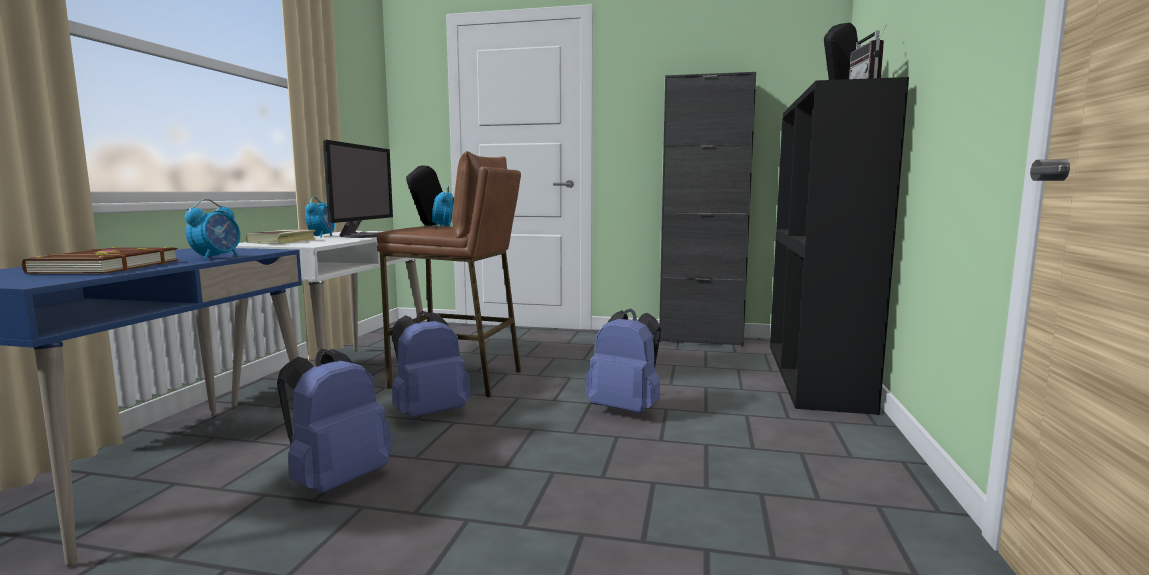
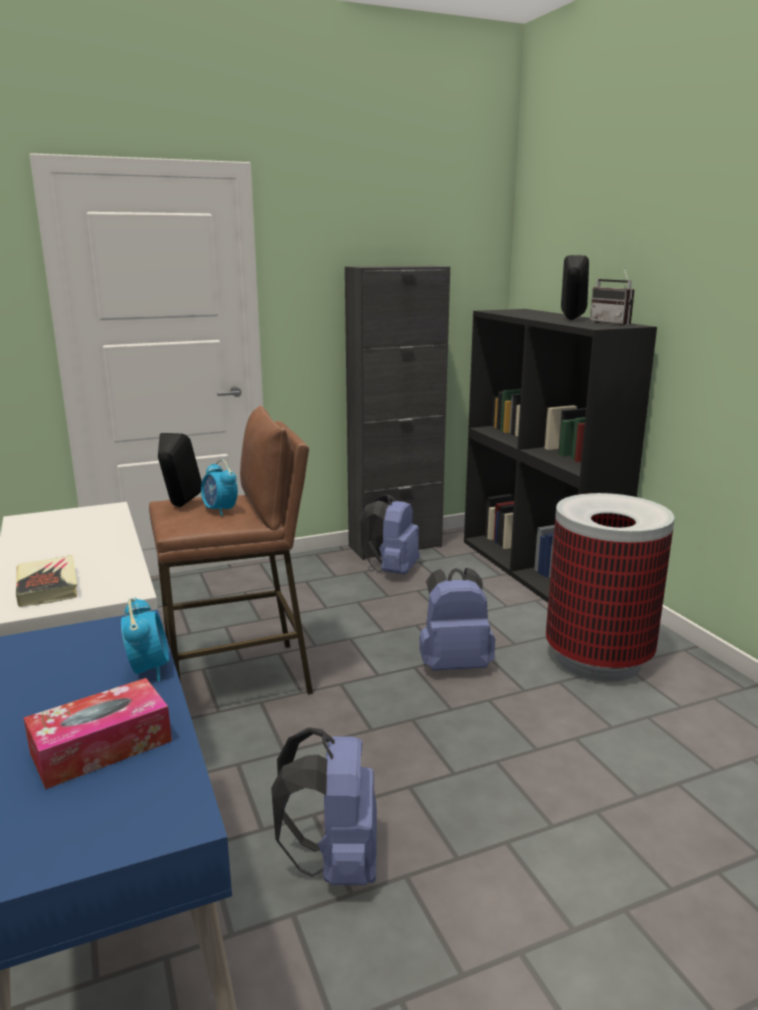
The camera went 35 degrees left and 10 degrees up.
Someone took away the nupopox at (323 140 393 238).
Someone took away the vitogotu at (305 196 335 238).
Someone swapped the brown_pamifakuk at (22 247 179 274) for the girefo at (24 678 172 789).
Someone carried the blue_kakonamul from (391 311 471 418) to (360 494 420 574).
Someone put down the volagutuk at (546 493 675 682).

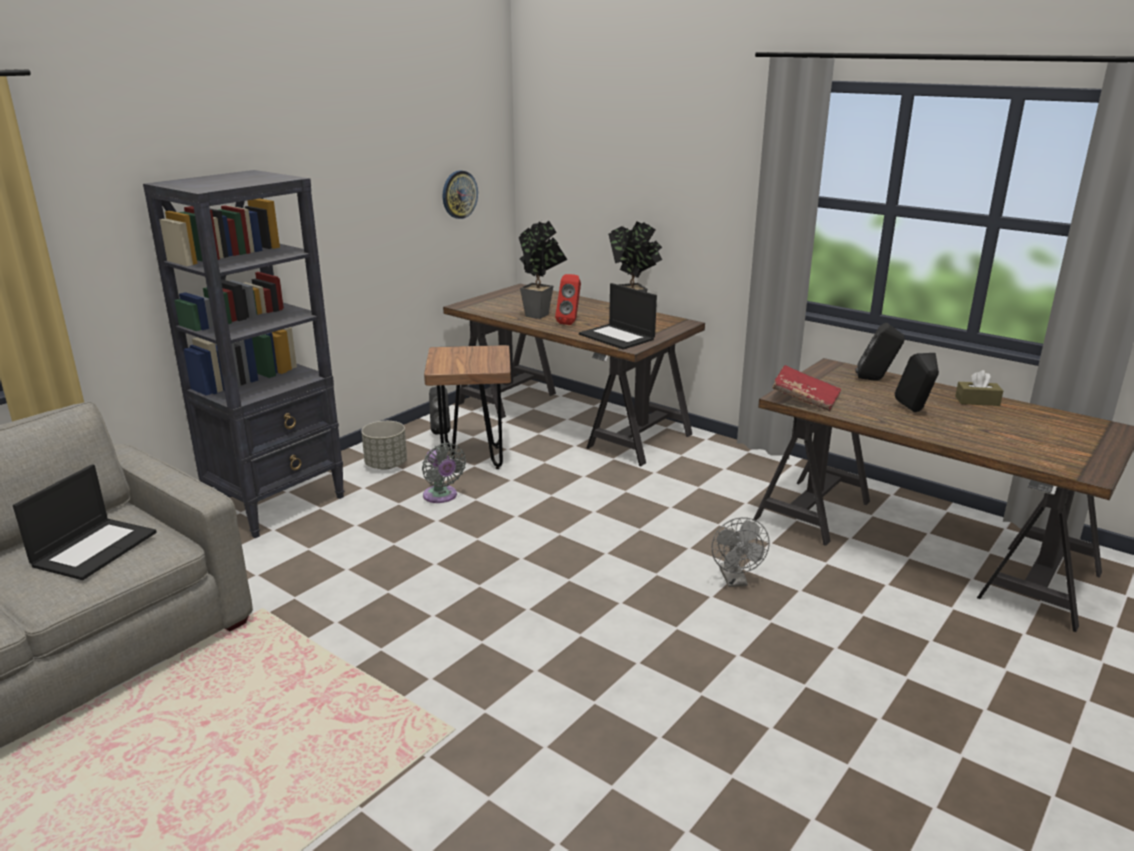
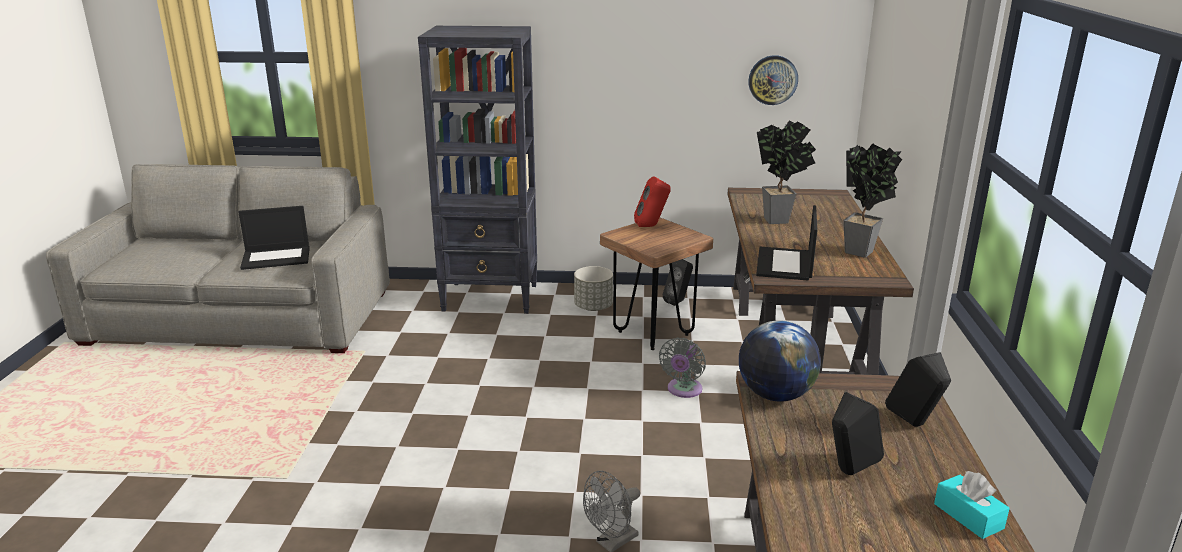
The camera went 55 degrees right and 0 degrees up.
Someone carried the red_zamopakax from (555 274 581 325) to (634 176 671 227).
Someone swapped the red_pamifakuk at (772 365 841 411) for the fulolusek at (739 320 821 402).
Someone repainted the brown_girefo at (955 370 1003 406), which became the turquoise_girefo at (934 471 1010 539).
Someone carried the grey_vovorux from (422 443 466 503) to (659 337 706 398).

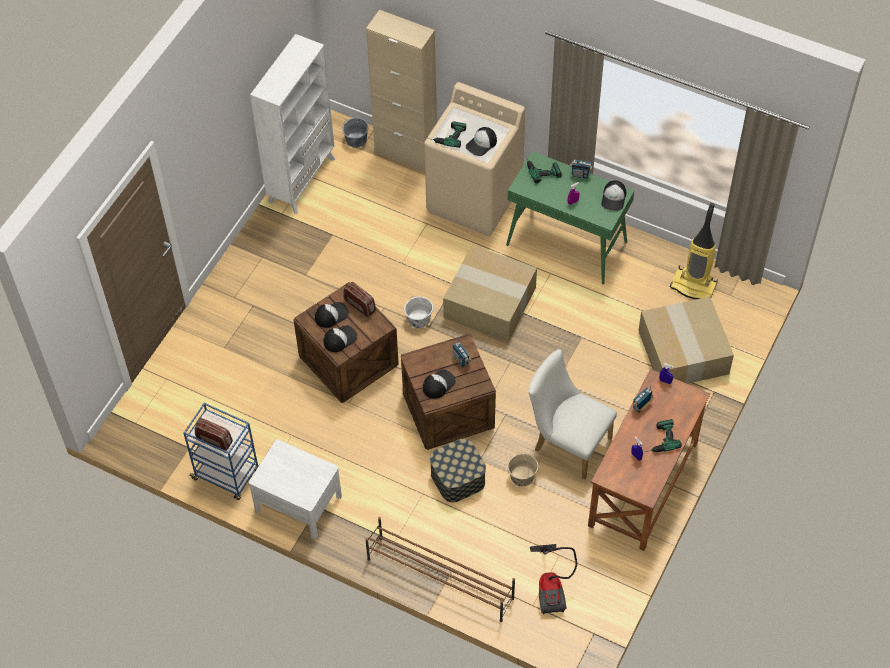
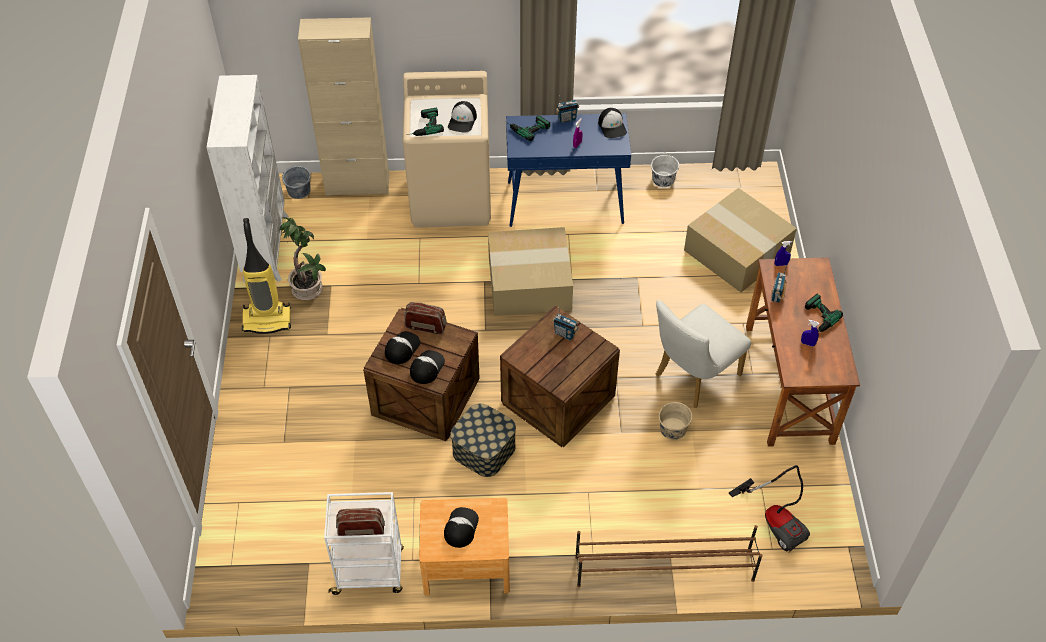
The camera went 30 degrees left and 5 degrees down.
Someone repainted the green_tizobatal at (506 151 635 284), which became the blue_tizobatal at (506 113 631 227).
Someone carried the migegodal from (670 203 718 299) to (242 218 291 334).
Someone carried the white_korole from (404 296 433 328) to (651 153 679 187).
Someone rotated the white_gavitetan at (528 349 617 480) by 45 degrees counterclockwise.
Someone carried the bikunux from (423 369 456 399) to (444 507 479 548).
Someone repainted the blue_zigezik at (183 403 259 500), which became the white_zigezik at (324 492 404 595).
Someone repainted the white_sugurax at (249 439 342 539), which became the brown_sugurax at (419 498 510 596).
Someone carried the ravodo from (430 439 486 502) to (451 404 516 477).
Someone put down the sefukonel at (279 217 326 300).

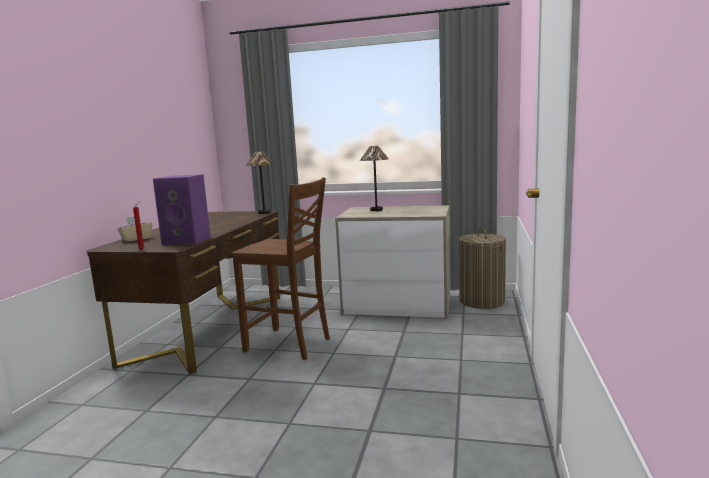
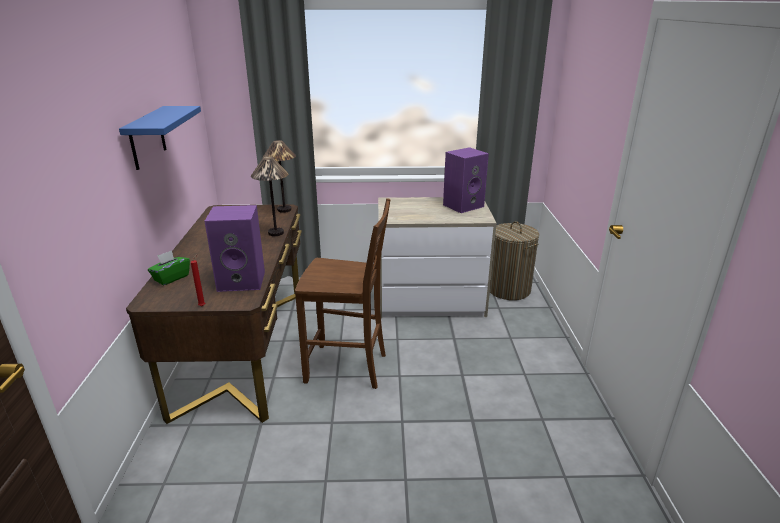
The camera went 15 degrees left and 15 degrees up.
Someone carried the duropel from (360 146 389 211) to (251 157 288 236).
Someone repainted the beige_girefo at (118 216 152 242), which became the green_girefo at (148 250 190 285).
Someone put up the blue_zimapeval at (119 106 201 170).
Someone put down the purple_zamopakax at (443 147 489 213).

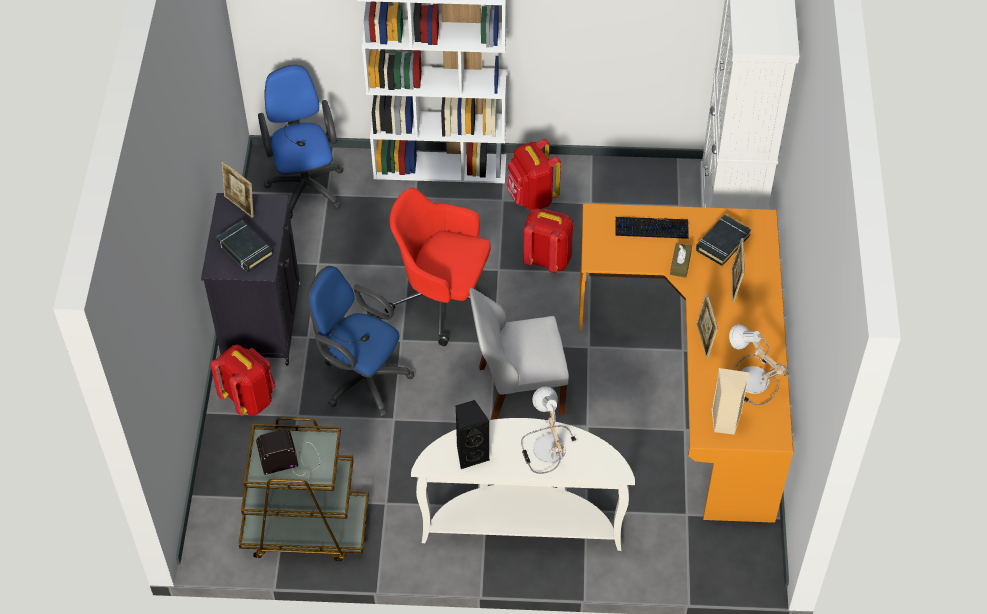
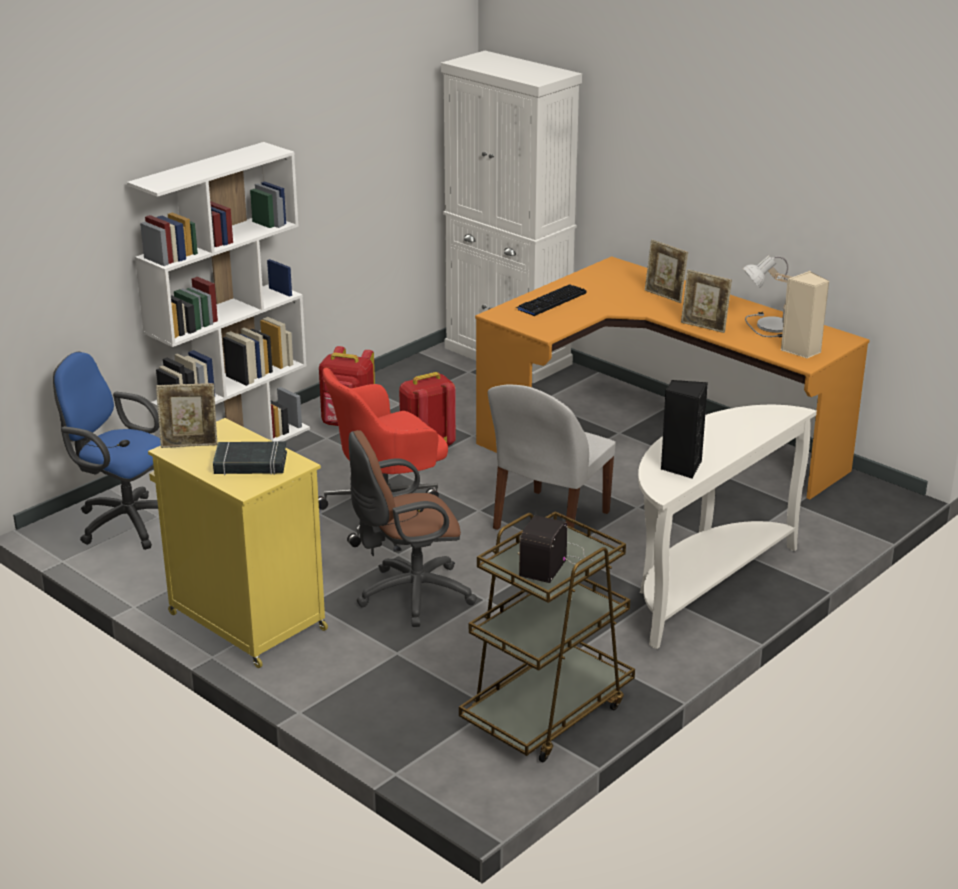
The camera went 50 degrees left and 25 degrees down.
Someone repainted the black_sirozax at (201 193 300 366), which became the yellow_sirozax at (148 418 328 668).
Someone took away the black_pamifakuk at (696 215 751 266).
Someone took away the brown_girefo at (670 243 692 278).
Someone repainted the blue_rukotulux at (308 266 414 417), which became the brown_rukotulux at (349 430 477 627).
Someone took away the red_kakonamul at (210 344 275 416).
Someone took away the duropel at (521 386 576 474).

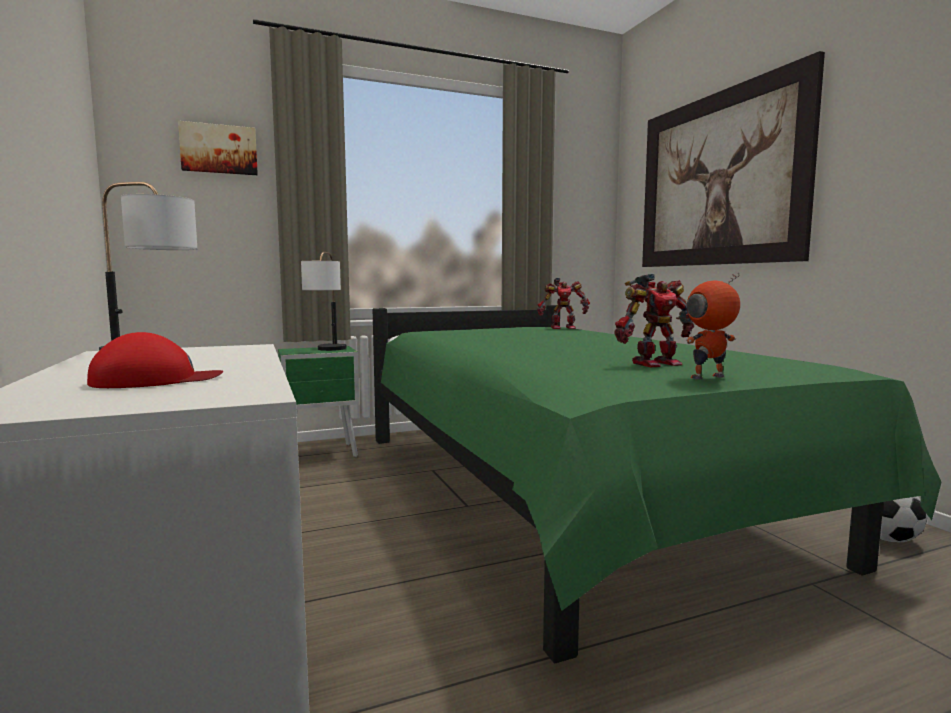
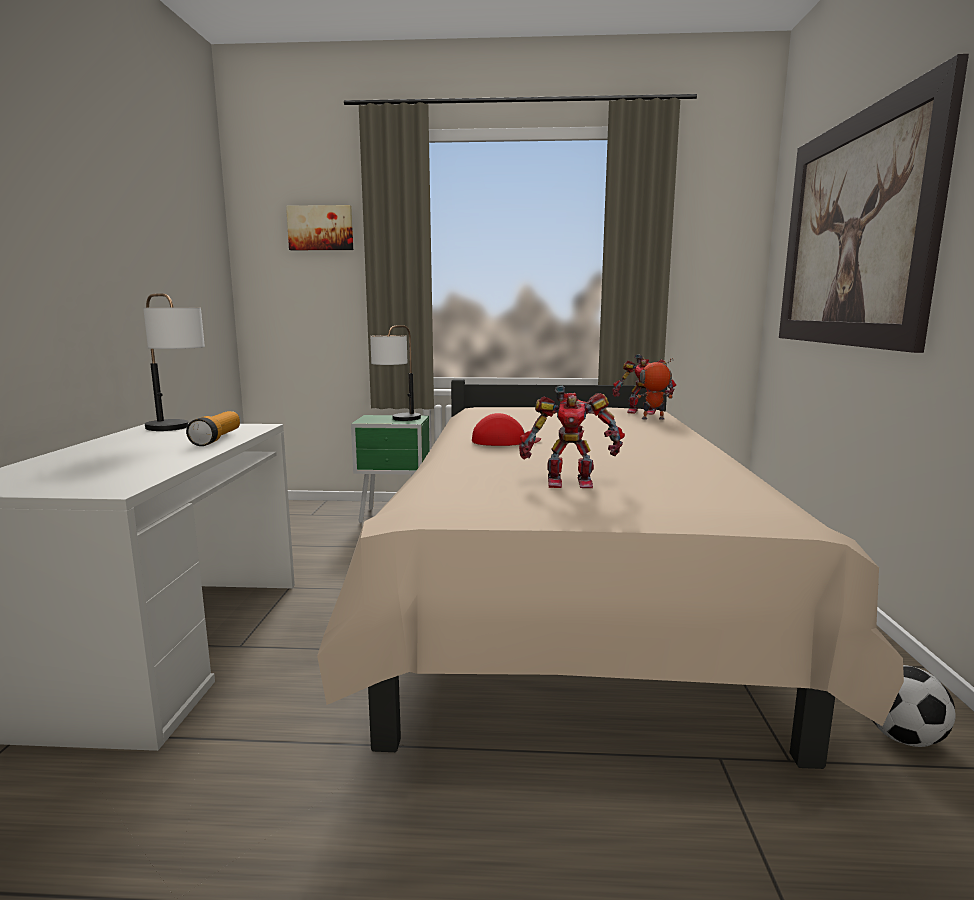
The camera went 25 degrees right and 5 degrees up.
Someone carried the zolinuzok from (686 273 740 379) to (637 358 673 420).
Someone repainted the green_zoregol at (373 305 941 664), which became the beige_zoregol at (317 379 904 769).
Someone carried the red_bikunux from (87 332 223 388) to (472 413 541 446).
Someone put down the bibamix at (186 411 240 446).

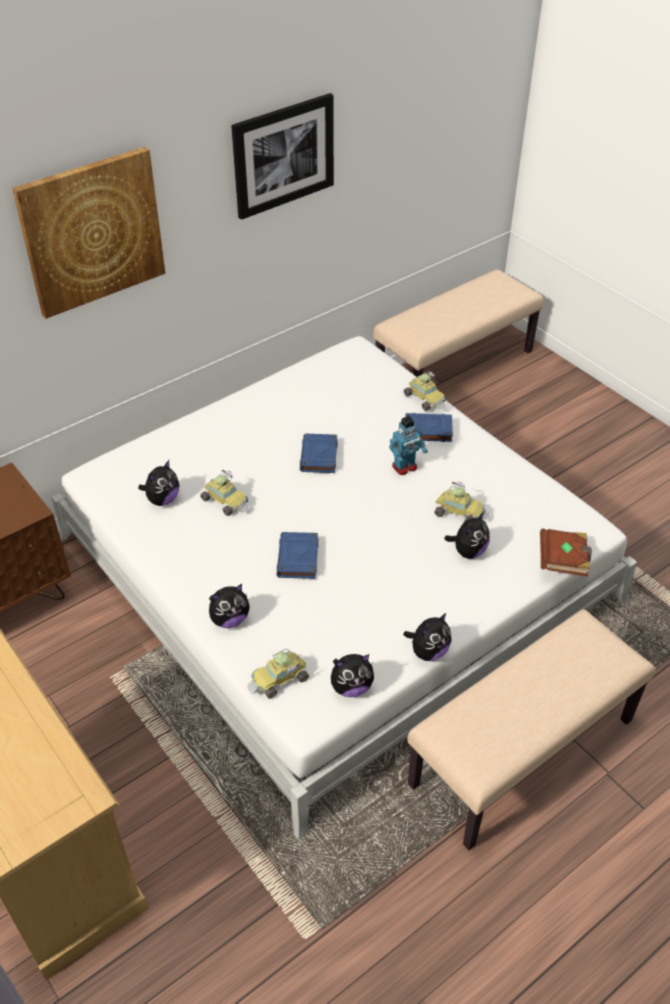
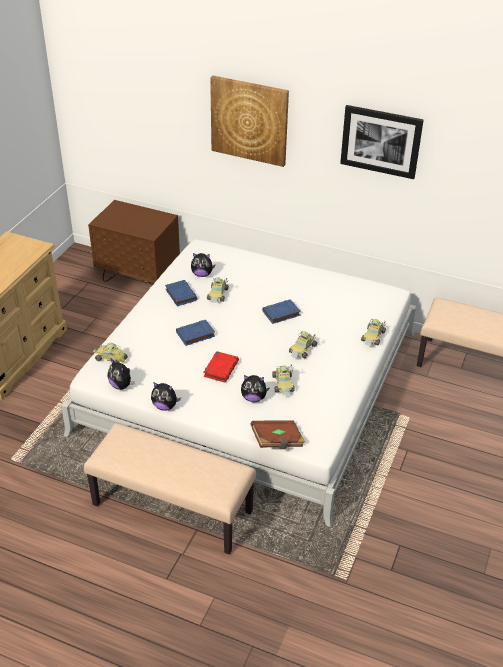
The camera went 60 degrees right and 5 degrees down.
Someone carried the blue_pamifakuk from (406 413 453 442) to (165 280 198 306).
Someone swapped the zolinuzok at (389 416 428 475) for the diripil at (289 331 317 358).
Someone took away the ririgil at (209 584 250 628).
Someone put down the red_pamifakuk at (203 351 239 382).

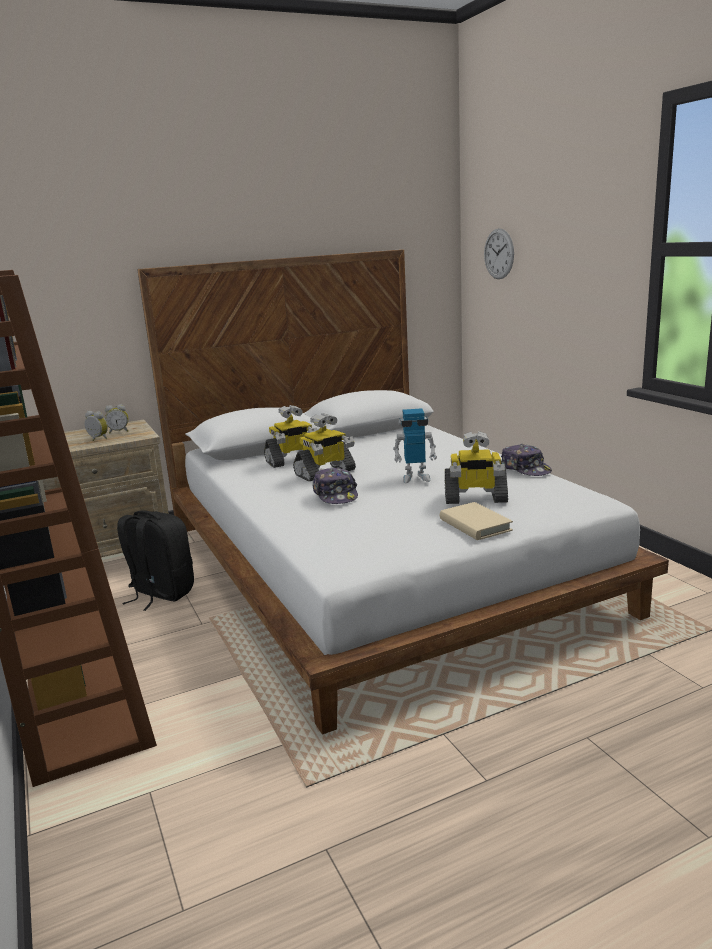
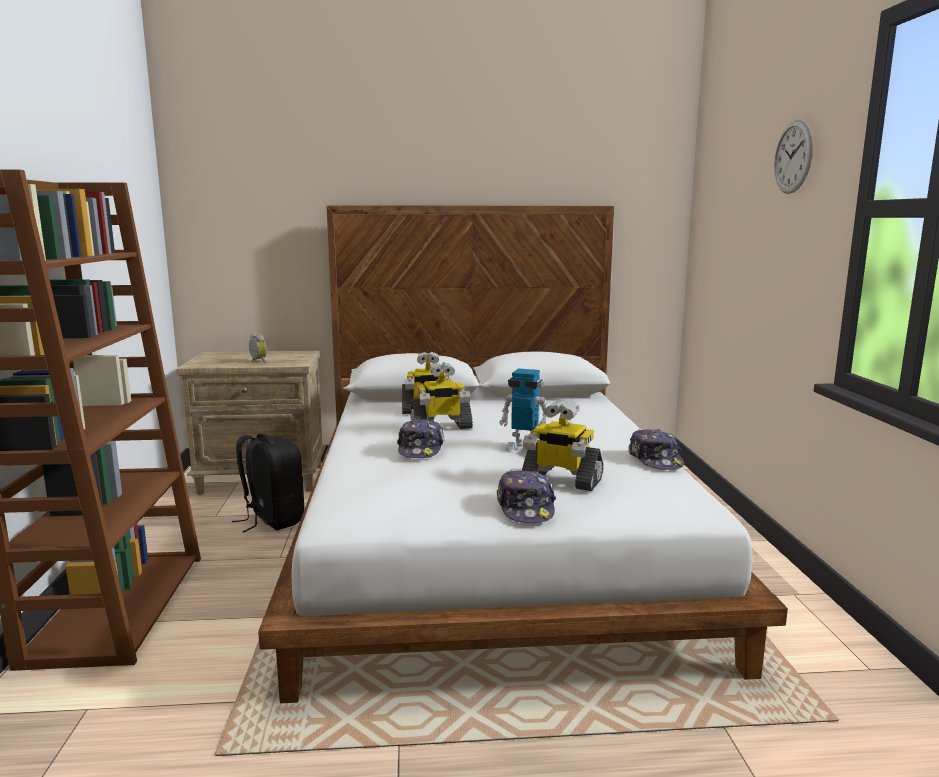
The camera went 20 degrees right and 5 degrees down.
Someone carried the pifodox from (484 228 514 279) to (774 120 813 194).
Someone took away the vitogotu at (105 404 129 433).
Someone swapped the beige_pamifakuk at (440 502 513 540) for the bikunux at (497 470 556 523).

